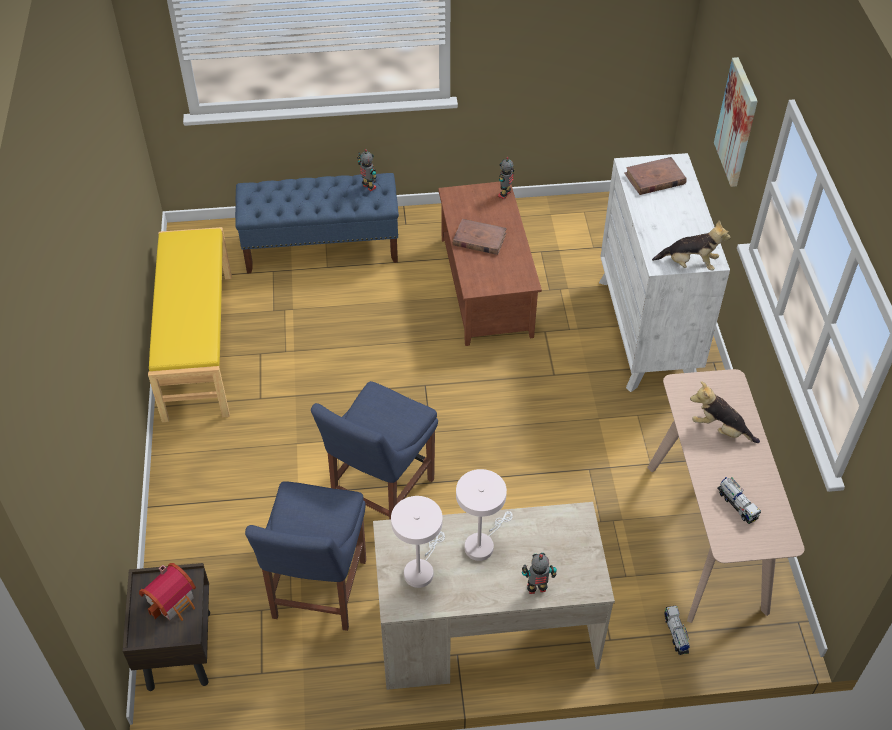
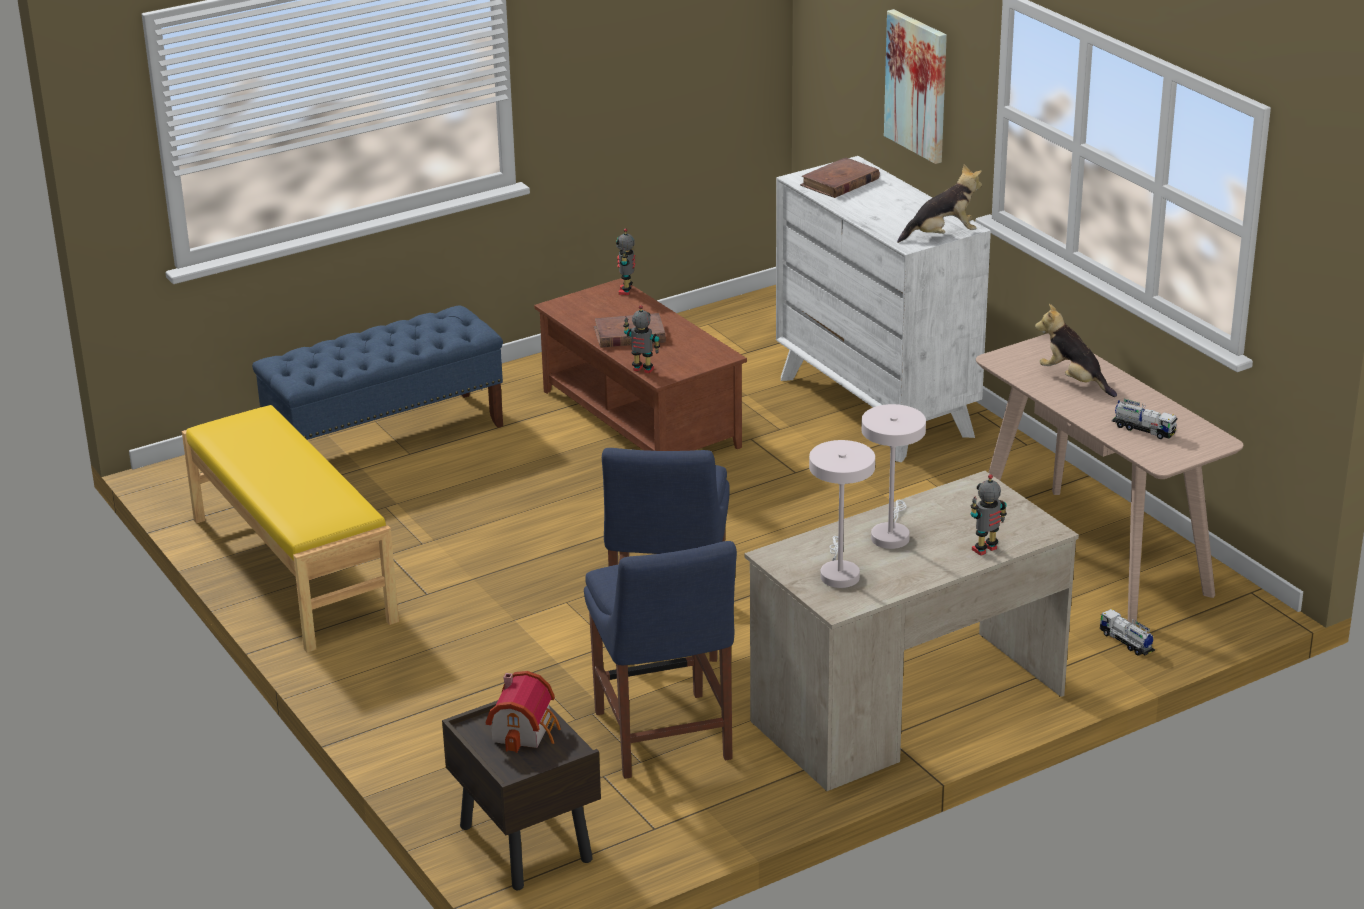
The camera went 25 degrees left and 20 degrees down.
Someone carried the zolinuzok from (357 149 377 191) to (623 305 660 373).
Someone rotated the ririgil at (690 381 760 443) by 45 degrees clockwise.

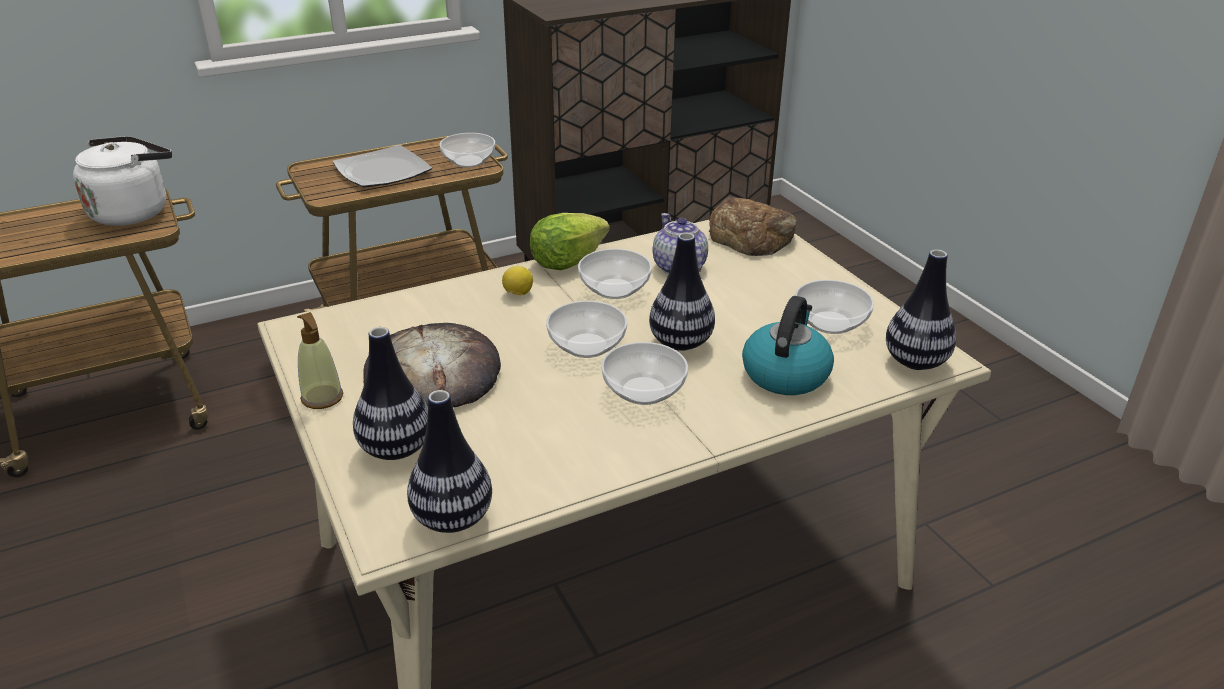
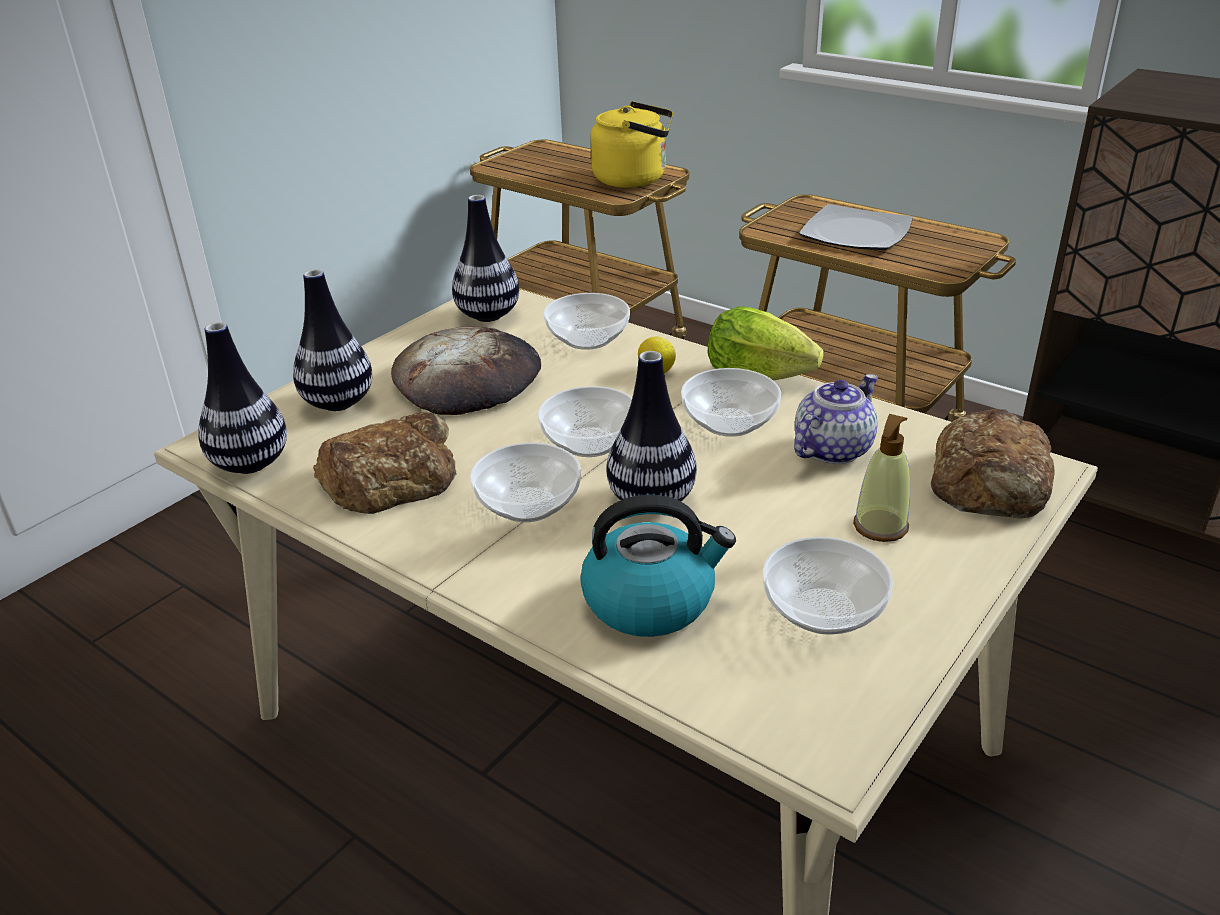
The camera went 65 degrees right and 0 degrees up.
Someone carried the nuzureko from (440 133 495 168) to (544 293 630 350).
Someone repainted the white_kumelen at (73 136 172 226), which became the yellow_kumelen at (590 101 673 188).
Someone carried the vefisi from (886 250 956 370) to (452 195 519 322).
Someone carried the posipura from (297 312 343 409) to (853 414 910 542).
Someone put down the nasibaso at (313 412 457 514).

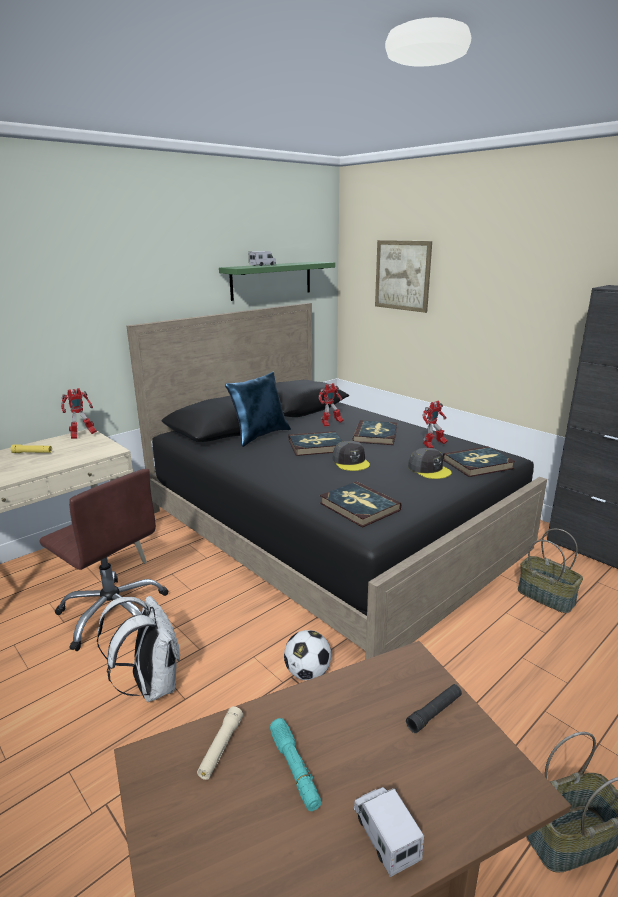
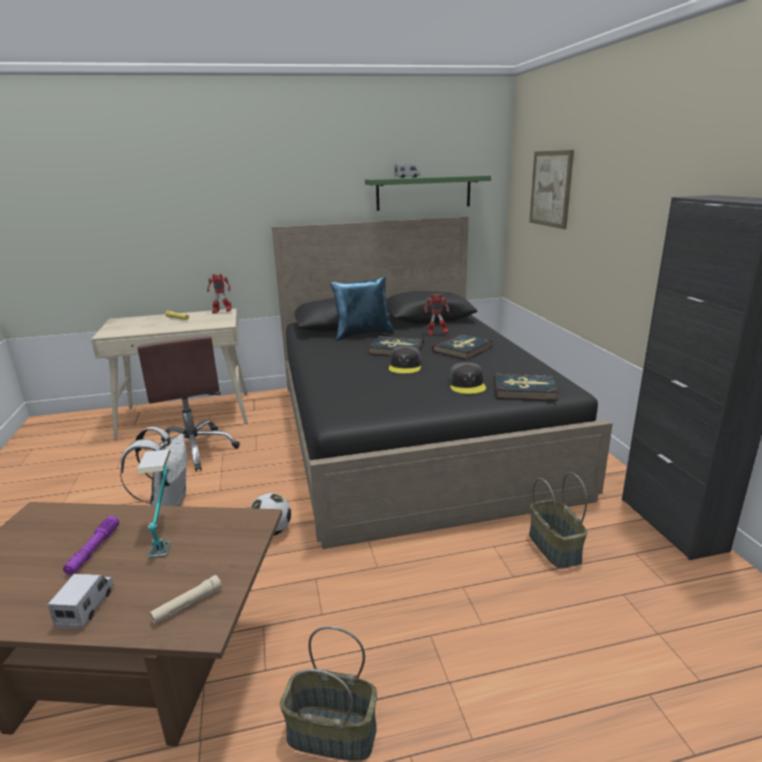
The camera went 30 degrees right and 0 degrees up.
Someone took away the zolinuzok at (422 401 448 448).
Someone took away the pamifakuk at (320 481 402 528).
Someone took away the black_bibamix at (406 684 462 733).
Someone carried the beige_bibamix from (197 706 243 780) to (149 575 222 624).
Someone repainted the turquoise_bibamix at (270 718 321 811), which became the purple_bibamix at (63 516 119 575).
Someone put down the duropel at (137 449 171 558).

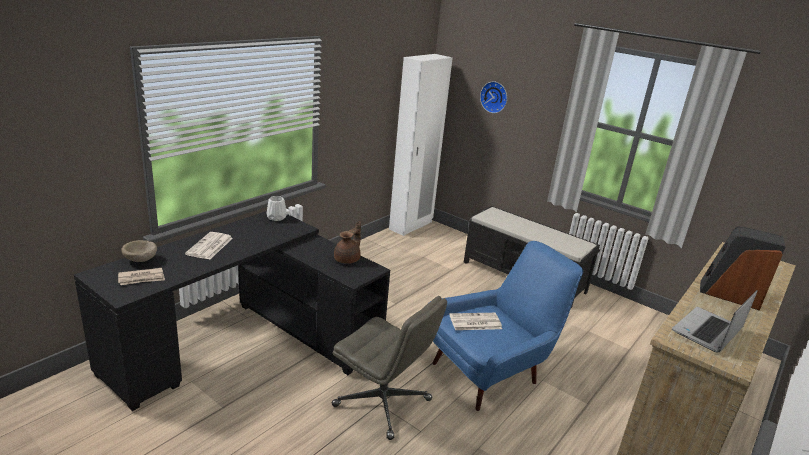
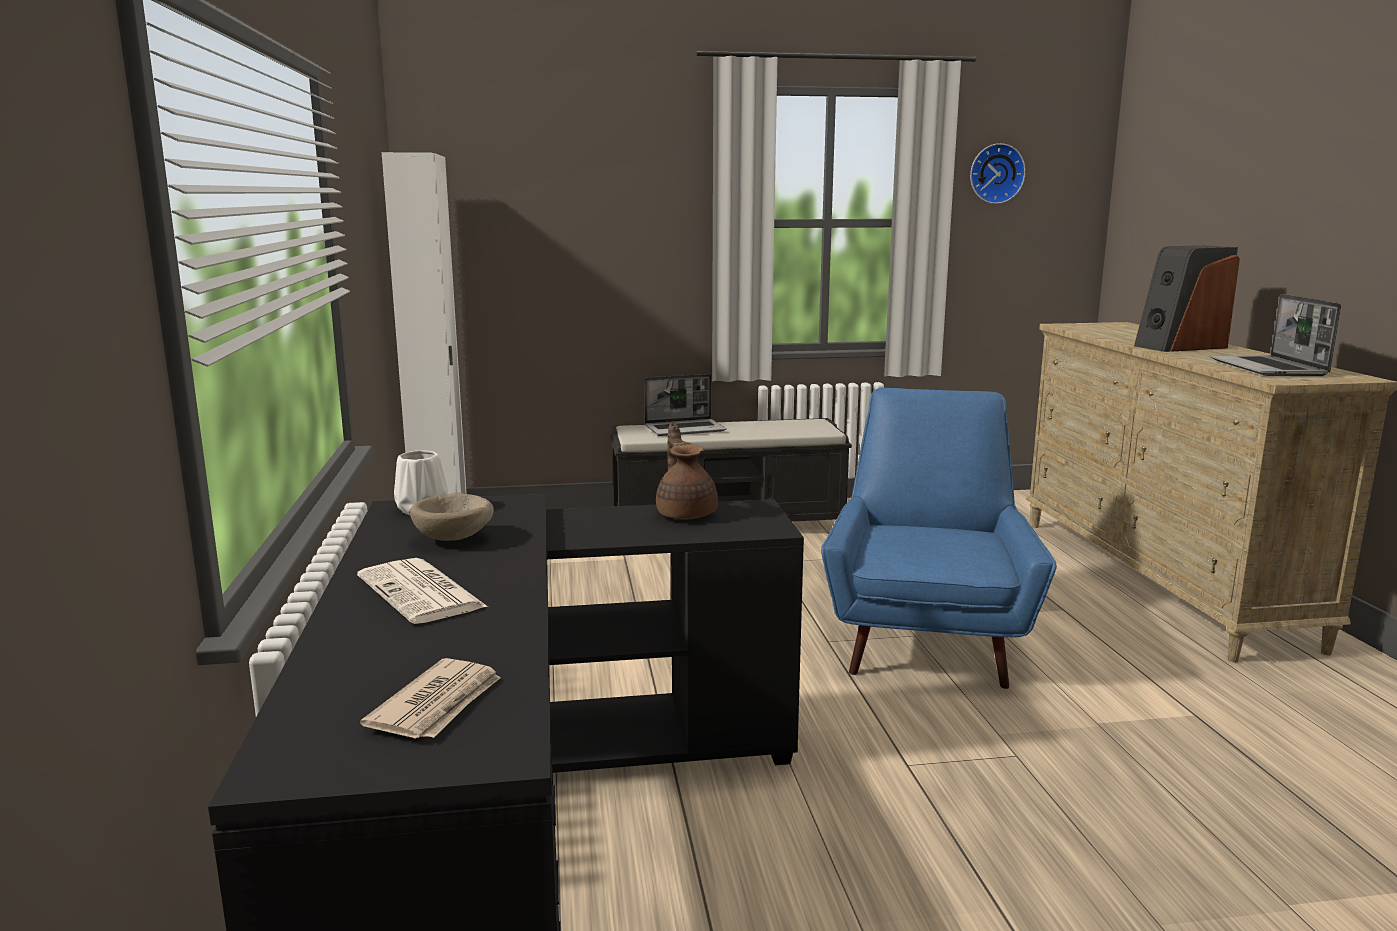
The camera went 45 degrees left and 10 degrees down.
Someone carried the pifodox from (480 81 507 113) to (970 143 1026 204).
Someone carried the beige_nuzureko from (121 240 157 262) to (410 493 494 541).
Someone took away the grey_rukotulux at (332 296 447 440).
Someone took away the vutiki at (449 313 502 330).
Someone put down the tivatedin at (644 374 726 436).

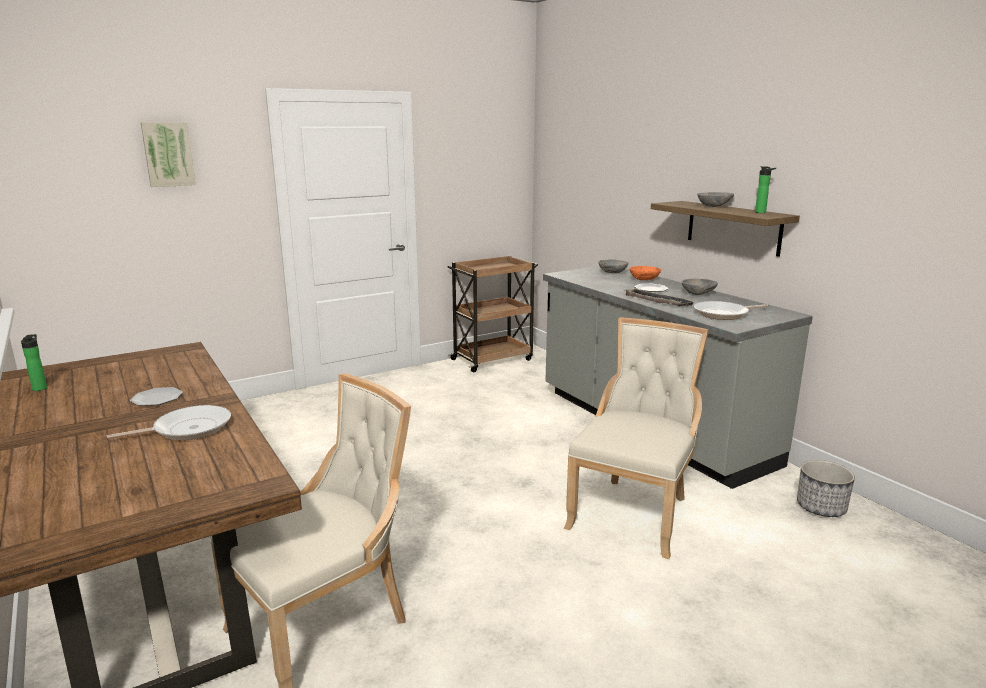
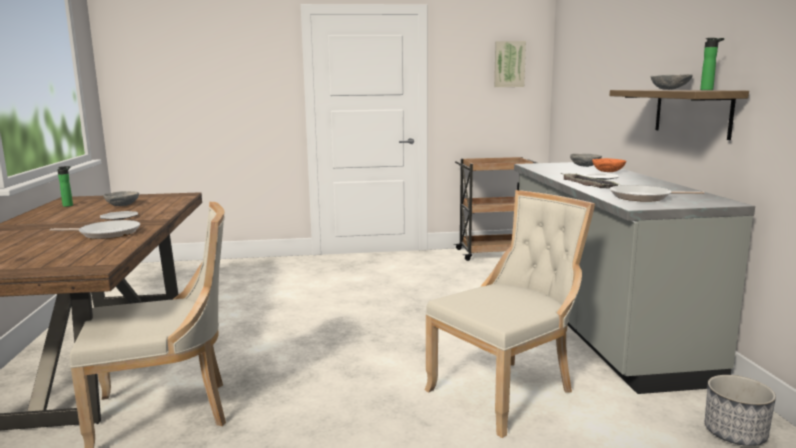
The camera went 25 degrees right and 5 degrees down.
Someone carried the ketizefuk from (141 122 196 187) to (494 41 526 87).
Someone carried the grey_nuzureko from (682 279 718 295) to (103 191 139 206).

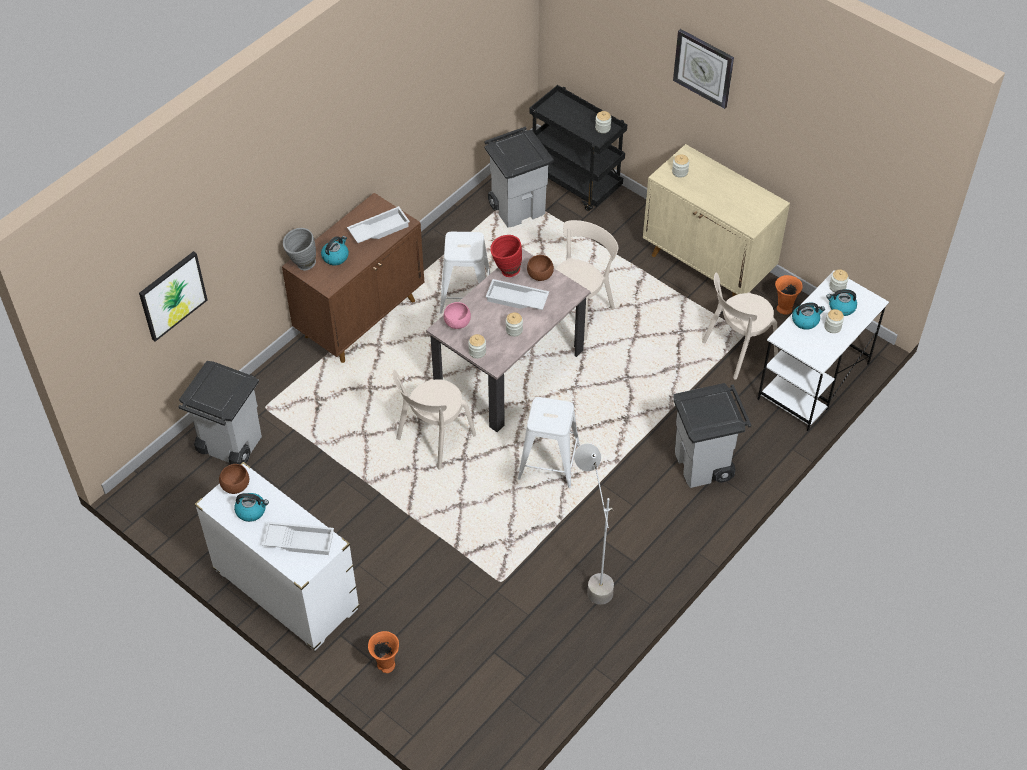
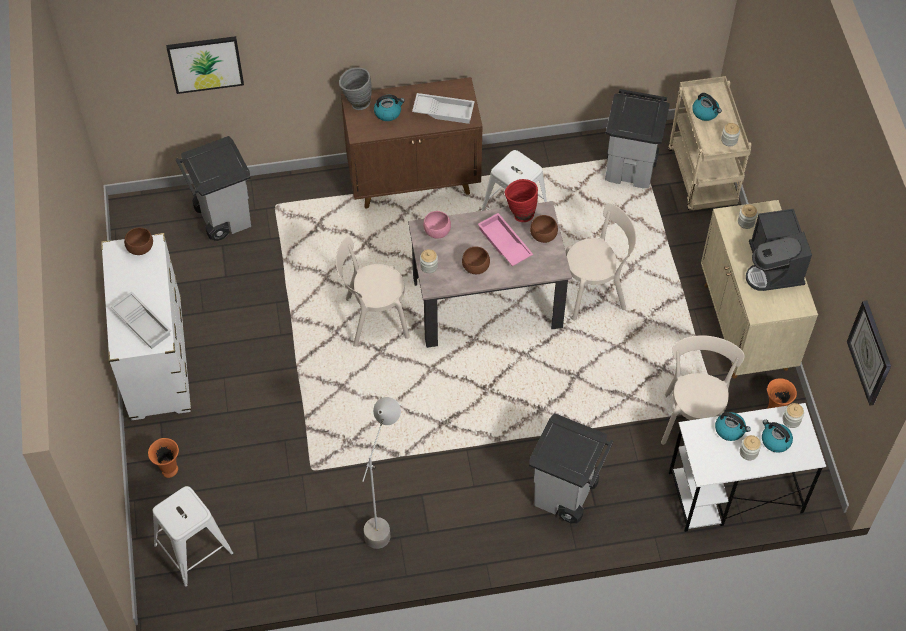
The camera went 40 degrees right and 5 degrees up.
Someone carried the pifodox from (673 29 734 109) to (847 301 891 406).
Someone repainted the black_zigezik at (530 85 627 211), which became the beige_zigezik at (668 76 752 210).
Someone rotated the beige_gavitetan at (702 272 778 380) by 90 degrees clockwise.
Someone repainted the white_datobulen at (486 279 549 310), which became the pink_datobulen at (478 213 533 266).
Someone swapped the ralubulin at (506 313 523 337) for the brown_nuzureko at (462 247 490 274).
Someone carried the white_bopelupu from (518 397 580 488) to (152 486 233 587).
Someone carried the kumelen from (234 493 269 522) to (692 93 722 121).
Someone put down the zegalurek at (746 209 812 291).

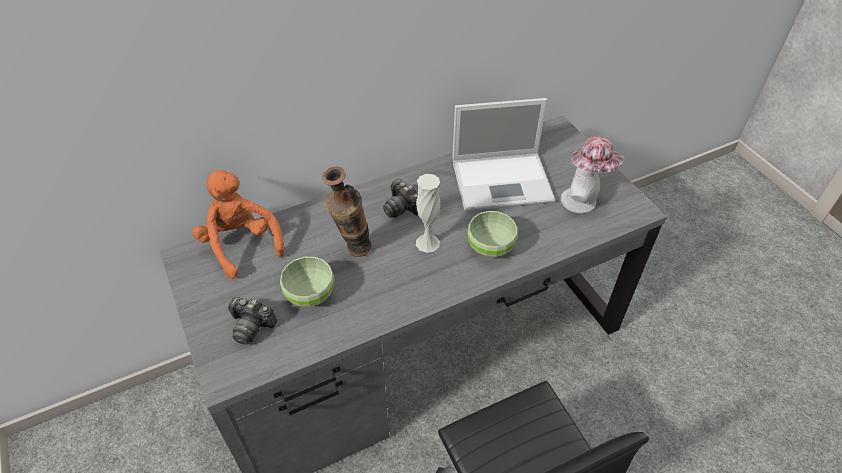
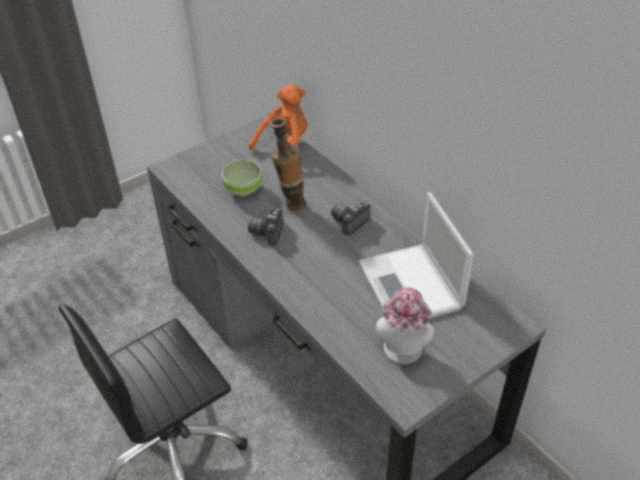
The camera went 80 degrees right and 5 degrees down.
Someone took away the white_vefisi at (416 174 440 253).
Someone took away the green_nuzureko at (467 211 517 257).
Someone carried the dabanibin from (228 297 277 345) to (248 208 284 244).

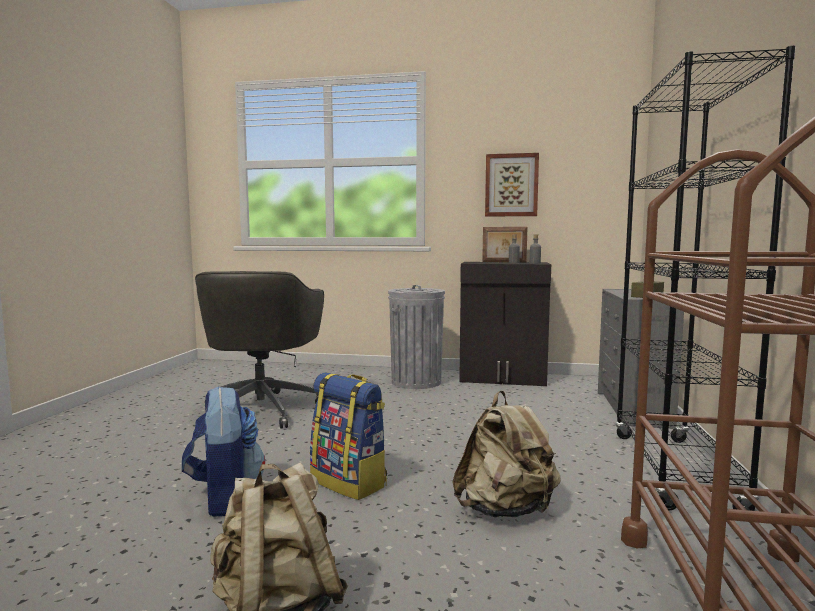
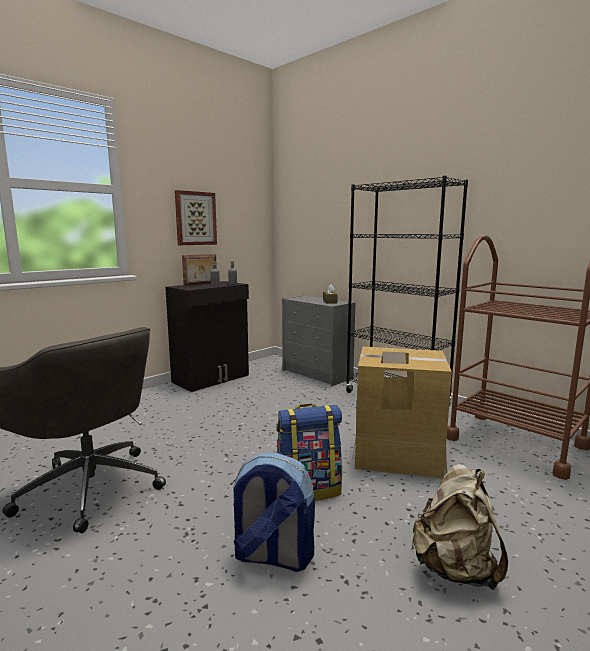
The camera went 55 degrees left and 5 degrees up.
Someone took away the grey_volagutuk at (388 285 445 389).
Someone swapped the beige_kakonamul at (452 391 561 517) for the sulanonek at (352 347 452 479).

